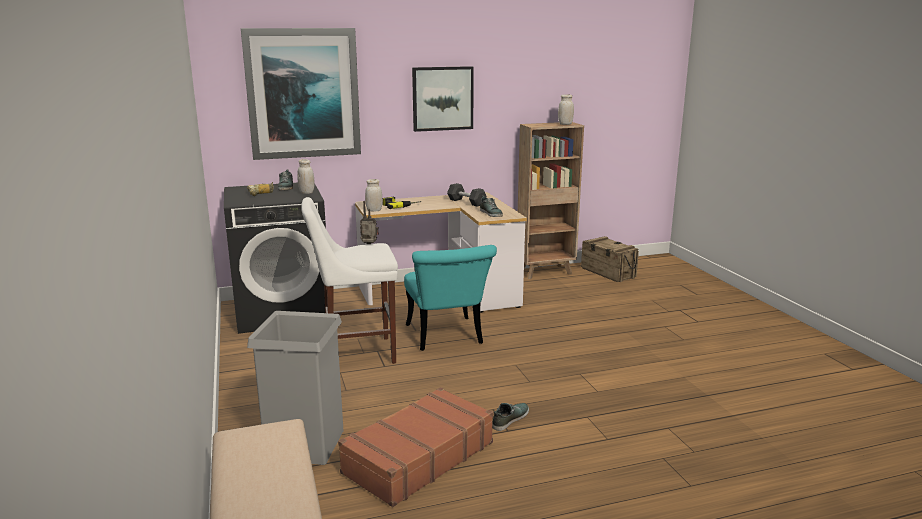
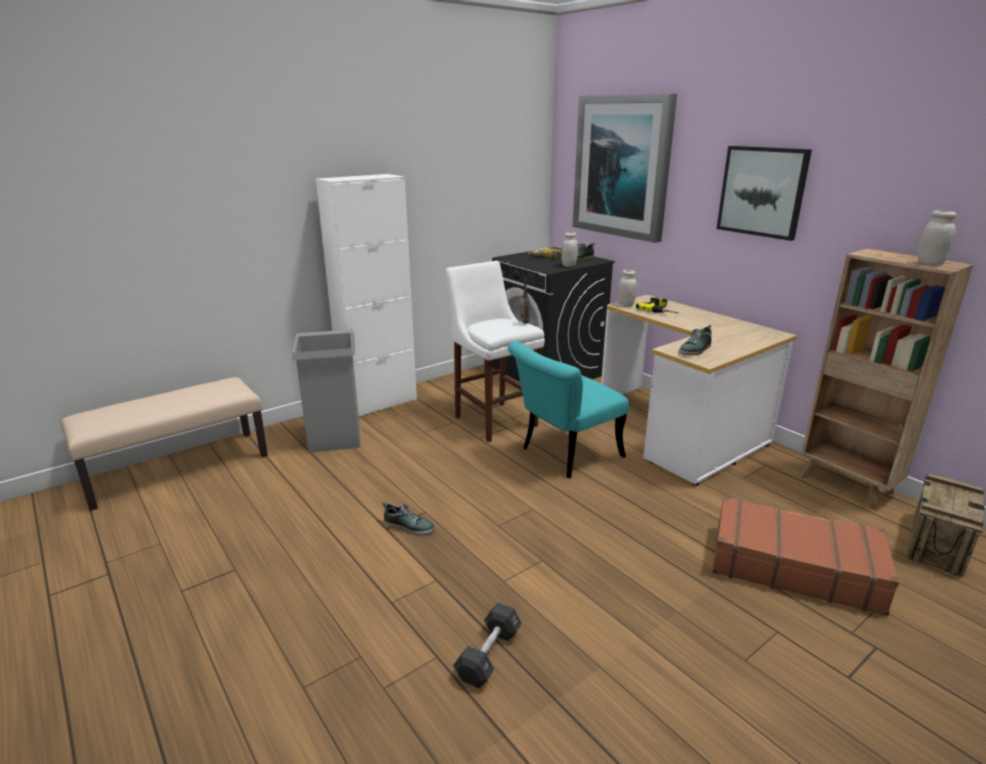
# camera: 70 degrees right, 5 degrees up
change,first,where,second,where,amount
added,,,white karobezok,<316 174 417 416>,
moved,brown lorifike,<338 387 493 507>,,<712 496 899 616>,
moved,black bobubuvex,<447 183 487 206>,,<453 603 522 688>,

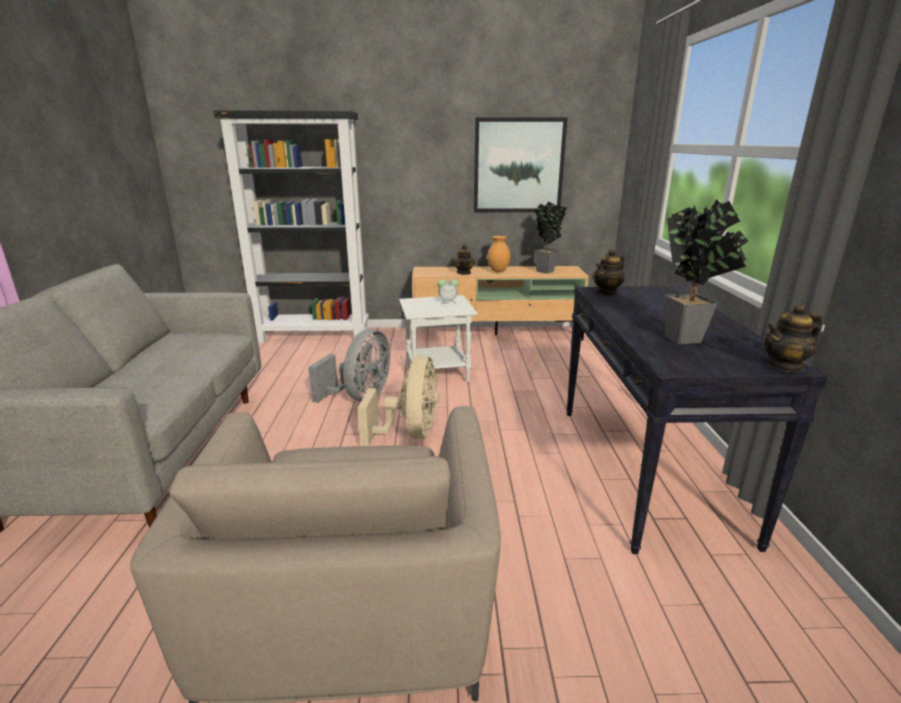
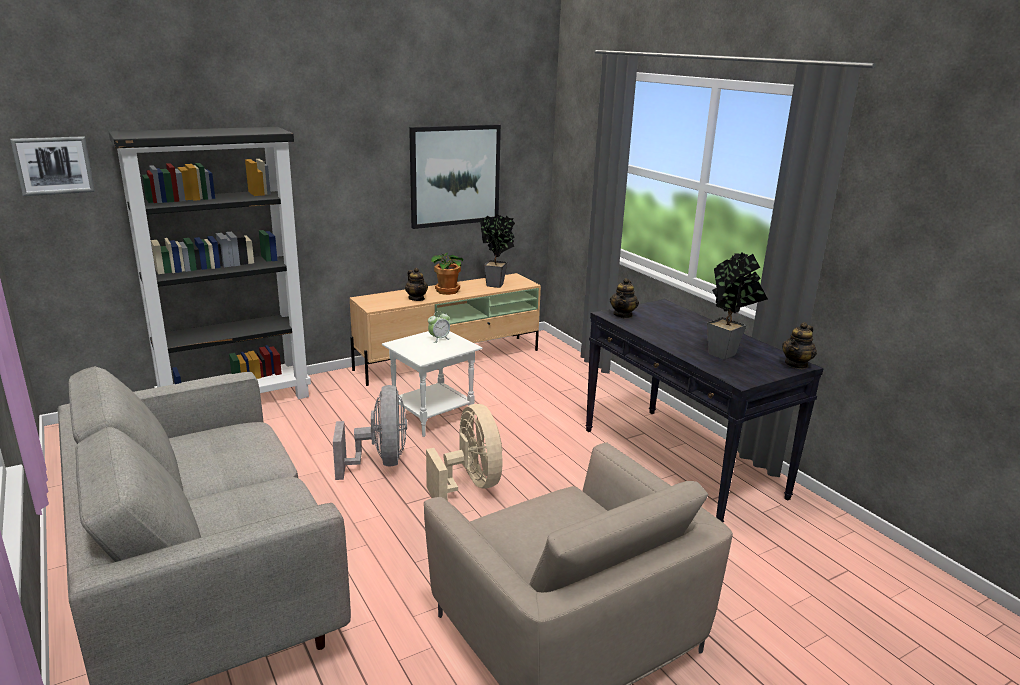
# camera: 30 degrees left, 0 degrees up
change,first,where,second,where,amount
added,,,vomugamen,<10 136 95 196>,
replaced,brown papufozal,<487 236 511 272>,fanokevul,<431 252 463 295>,

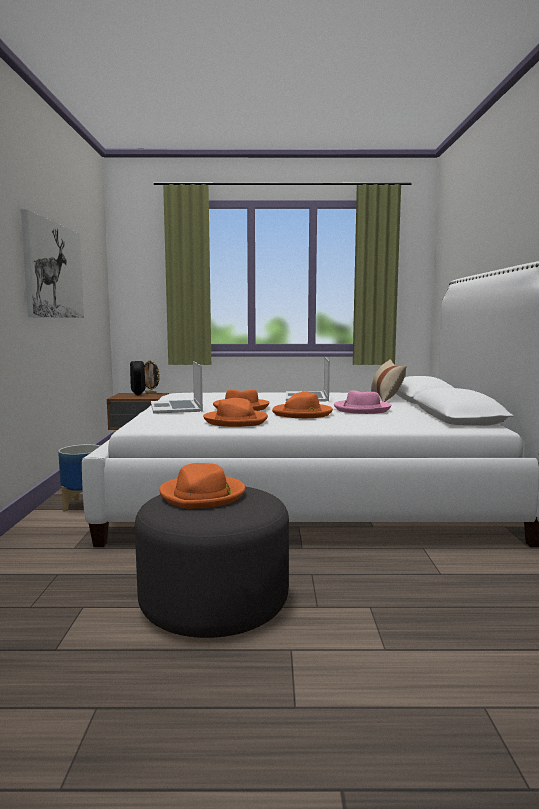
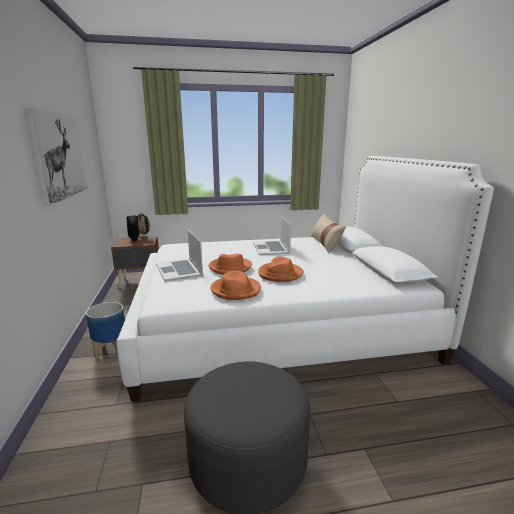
# camera: 10 degrees left, 10 degrees up
change,first,where,second,where,amount
removed,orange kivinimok,<160 463 245 509>,,,
removed,pink kivinimok,<334 390 391 414>,,,

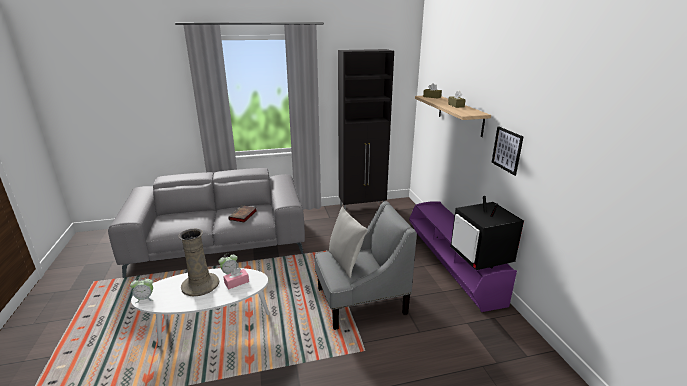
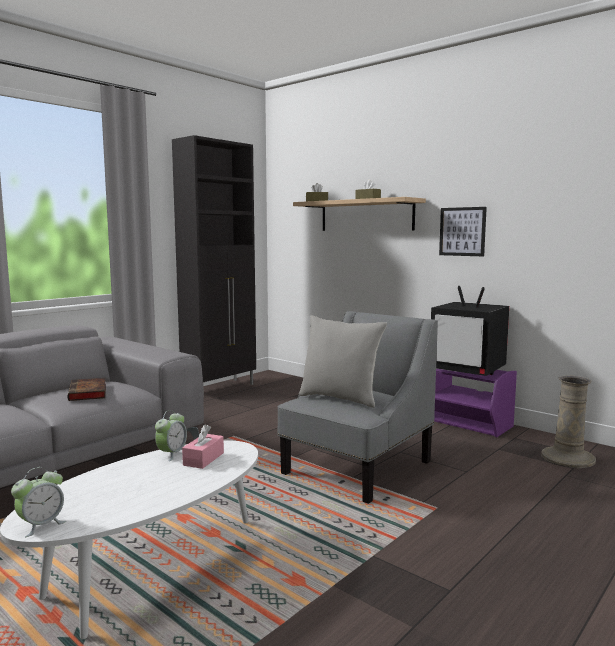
# camera: 35 degrees left, 15 degrees down
change,first,where,second,where,amount
moved,beige papufozal,<179 229 219 296>,,<541 376 596 468>,

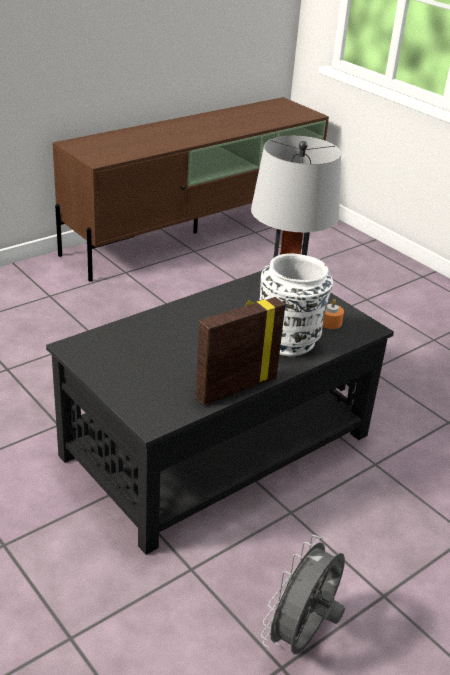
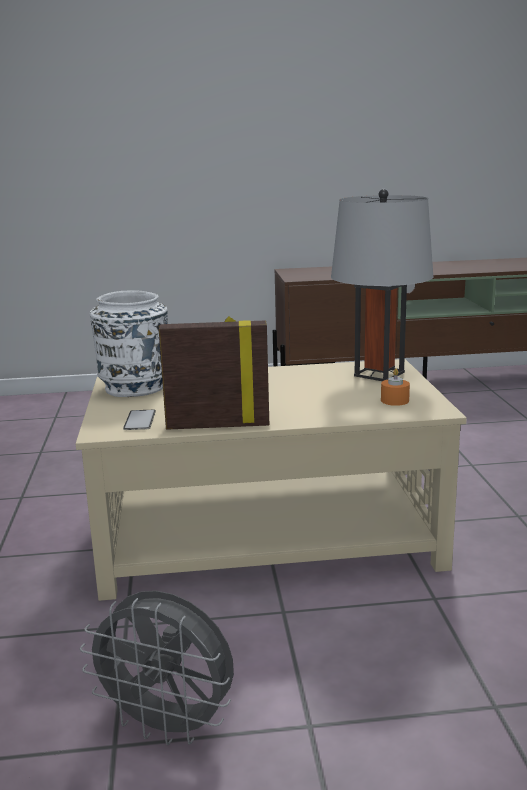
# camera: 35 degrees right, 15 degrees down
change,first,where,second,where,amount
added,,,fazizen,<123 410 156 430>,
moved,white papufozal,<259 253 333 357>,,<90 290 168 397>,
recoloured,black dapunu,<46 271 394 555>,beige dapunu,<76 359 467 601>,
turned,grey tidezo,<261 535 345 655>,,<80 591 234 745>,135 degrees counterclockwise

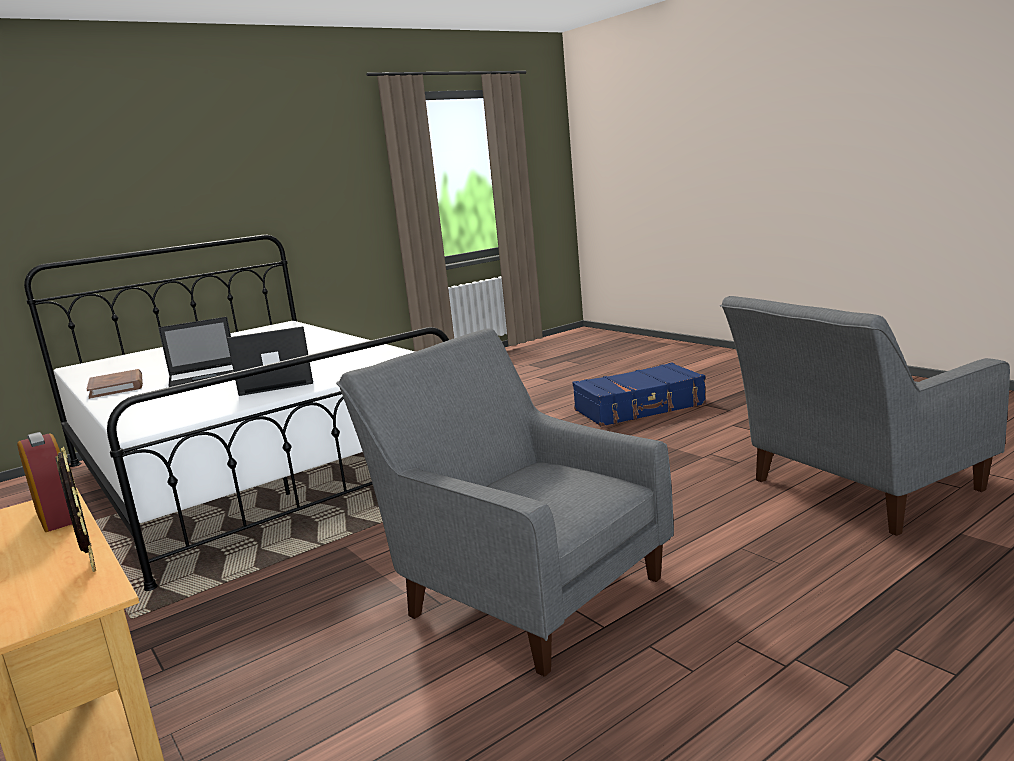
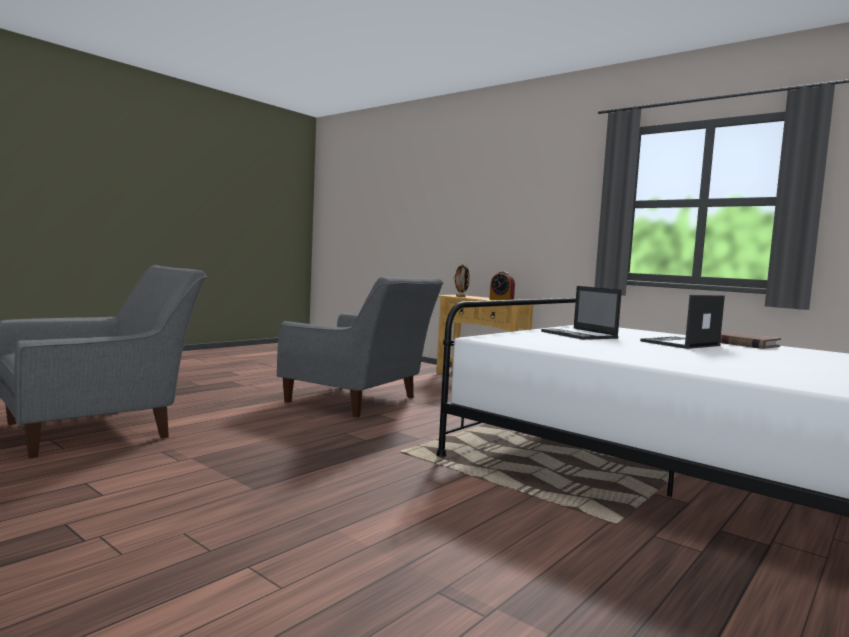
# camera: 165 degrees right, 10 degrees down
change,first,where,second,where,amount
removed,blue lorifike,<572 363 706 426>,,,
turned,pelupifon,<227 326 313 396>,,<541 286 622 340>,90 degrees clockwise

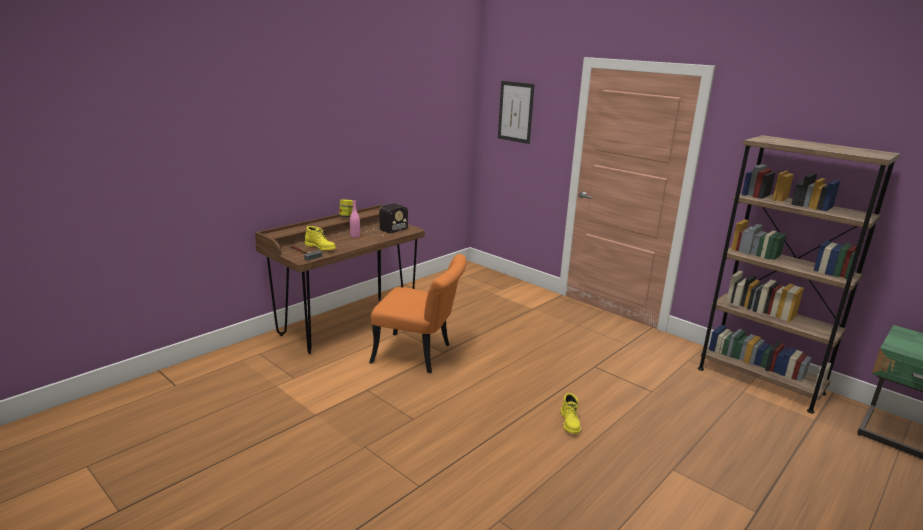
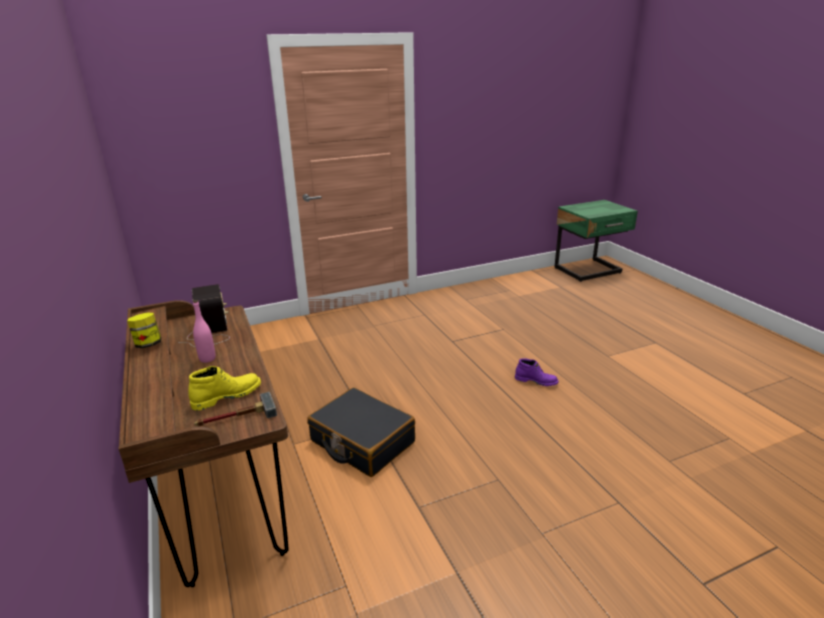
# camera: 65 degrees left, 5 degrees up
change,first,where,second,where,amount
removed,vomugamen,<498 81 535 144>,,,
removed,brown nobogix,<698 135 900 414>,,,
replaced,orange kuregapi,<369 254 467 373>,black lorifike,<307 388 415 477>,
recoloured,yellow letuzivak,<560 393 581 434>,purple letuzivak,<515 358 559 386>,

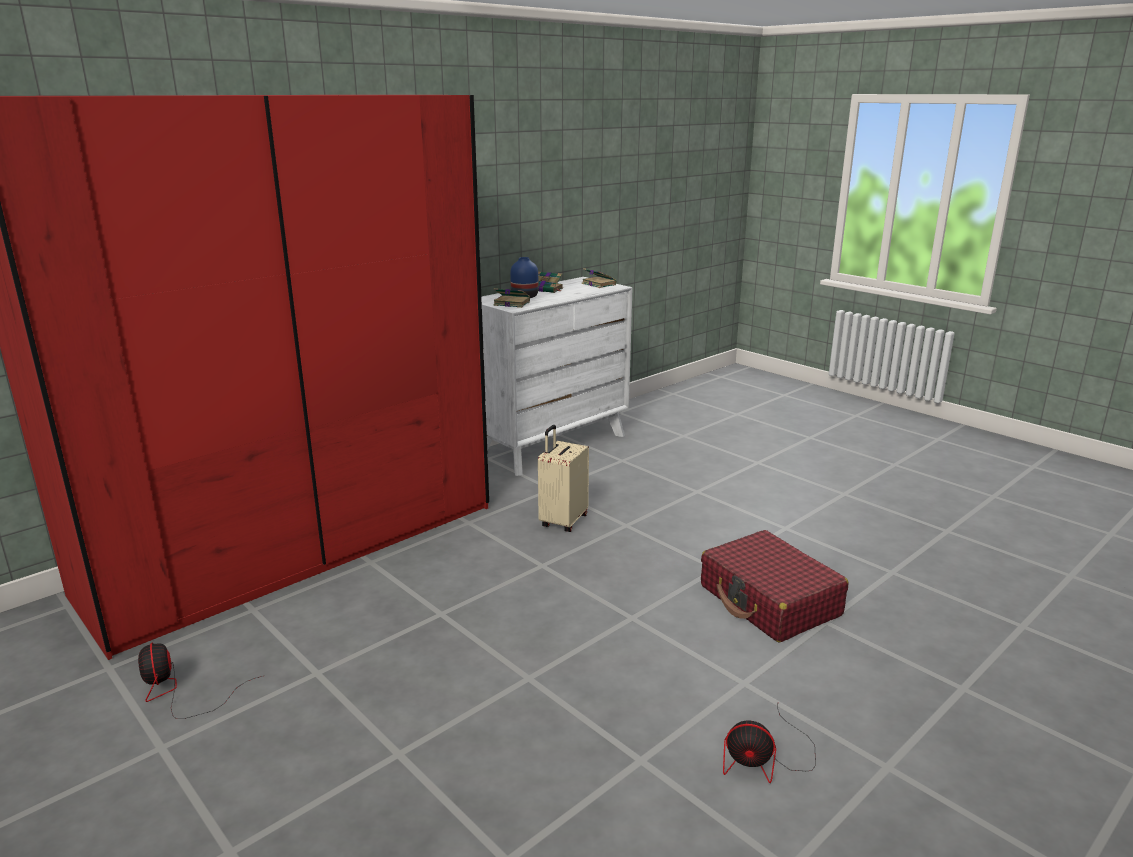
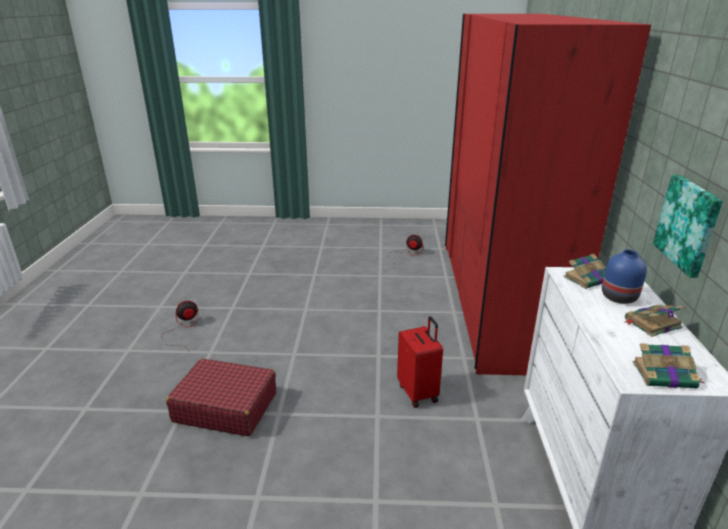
# camera: 135 degrees right, 5 degrees up
change,first,where,second,where,amount
added,,,vomugamen,<653 175 723 278>,
recoloured,beige lorifike,<538 425 589 532>,red lorifike,<397 316 443 408>,

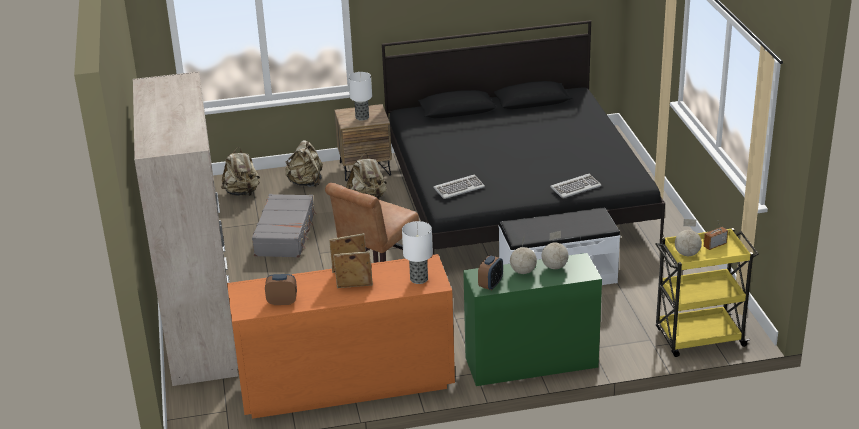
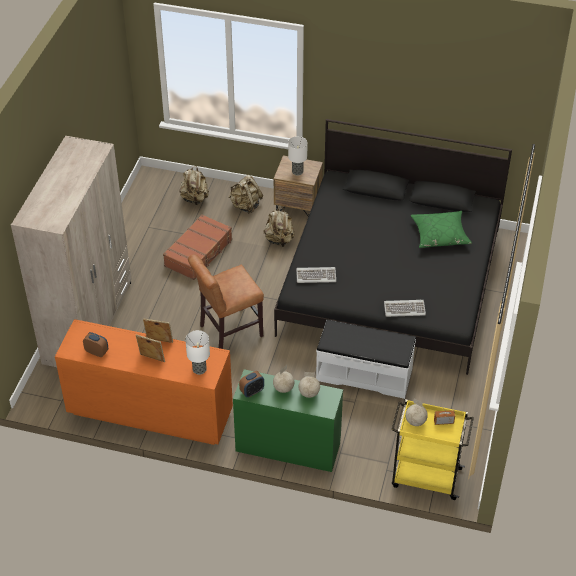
# camera: 25 degrees right, 15 degrees up
change,first,where,second,where,amount
added,,,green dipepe,<411 211 472 248>,
recoloured,grey lorifike,<252 194 317 258>,brown lorifike,<163 214 232 280>,

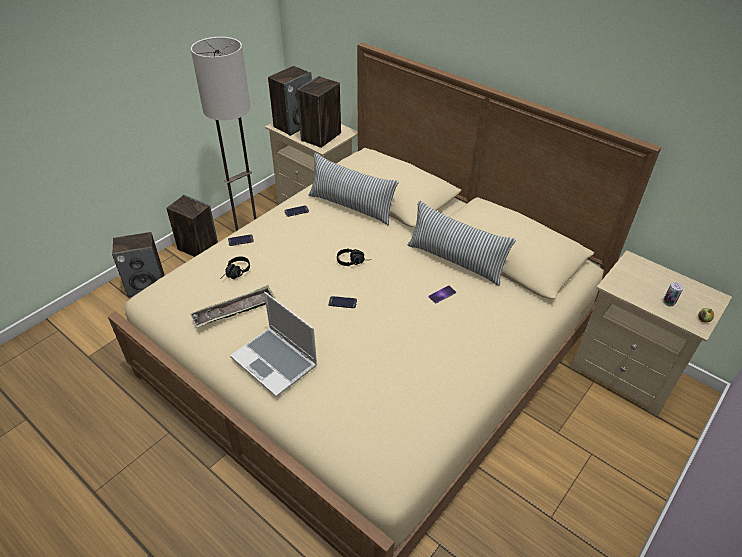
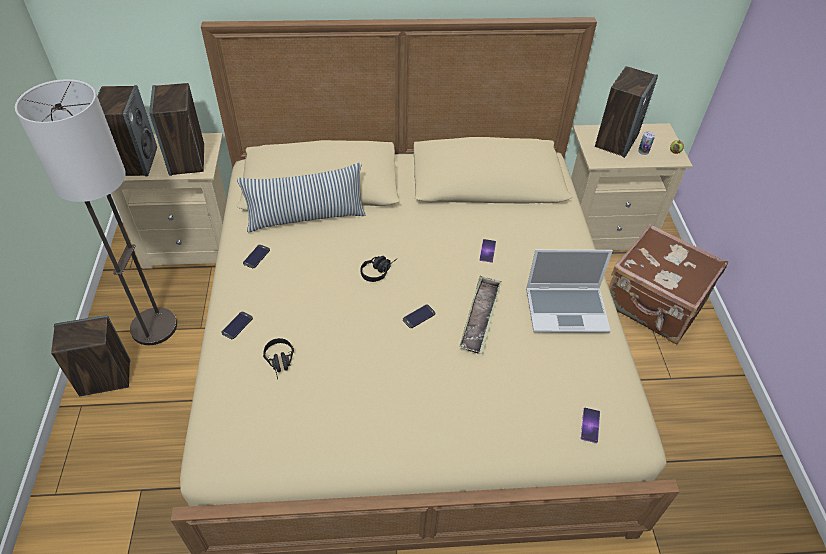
# camera: 45 degrees left, 5 degrees up
change,first,where,second,where,amount
removed,dipepe,<408 200 516 286>,,,
added,,,fazizen,<581 408 600 443>,
added,,,brown lorifike,<609 224 728 344>,
moved,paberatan,<112 232 164 298>,,<595 66 658 158>,
moved,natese,<190 285 276 328>,,<459 276 501 354>,
moved,pelupifon,<230 292 317 397>,,<526 249 613 333>,

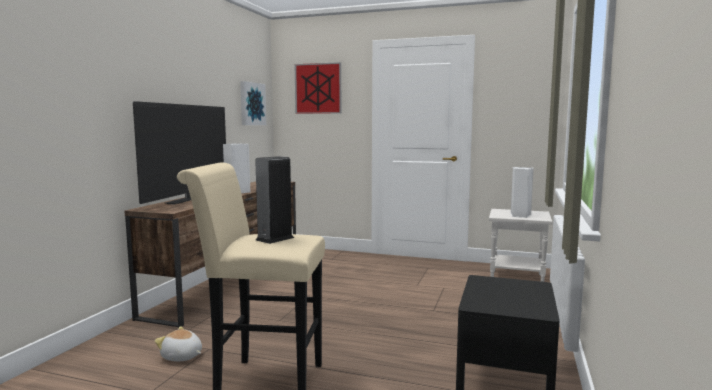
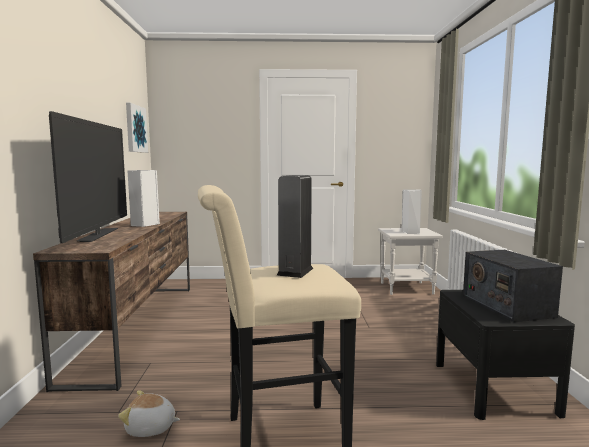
# camera: 20 degrees left, 0 degrees up
change,first,where,second,where,amount
removed,vomugamen,<295 62 341 114>,,,
added,,,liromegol,<463 250 563 322>,

